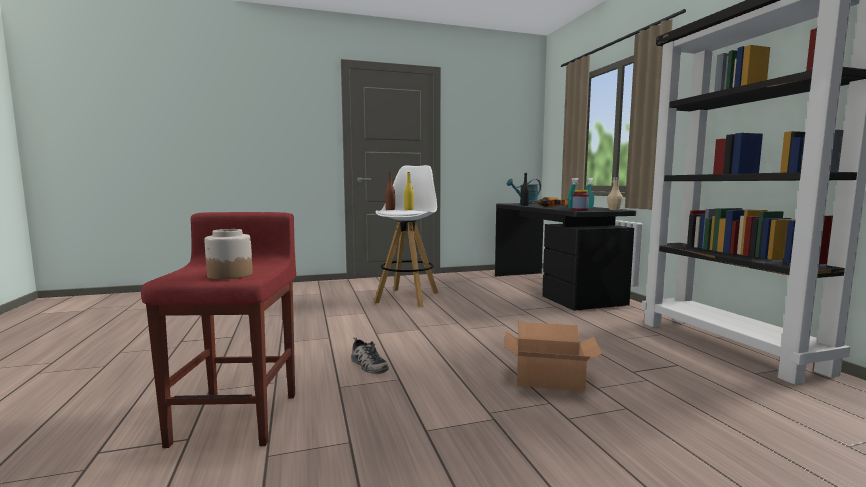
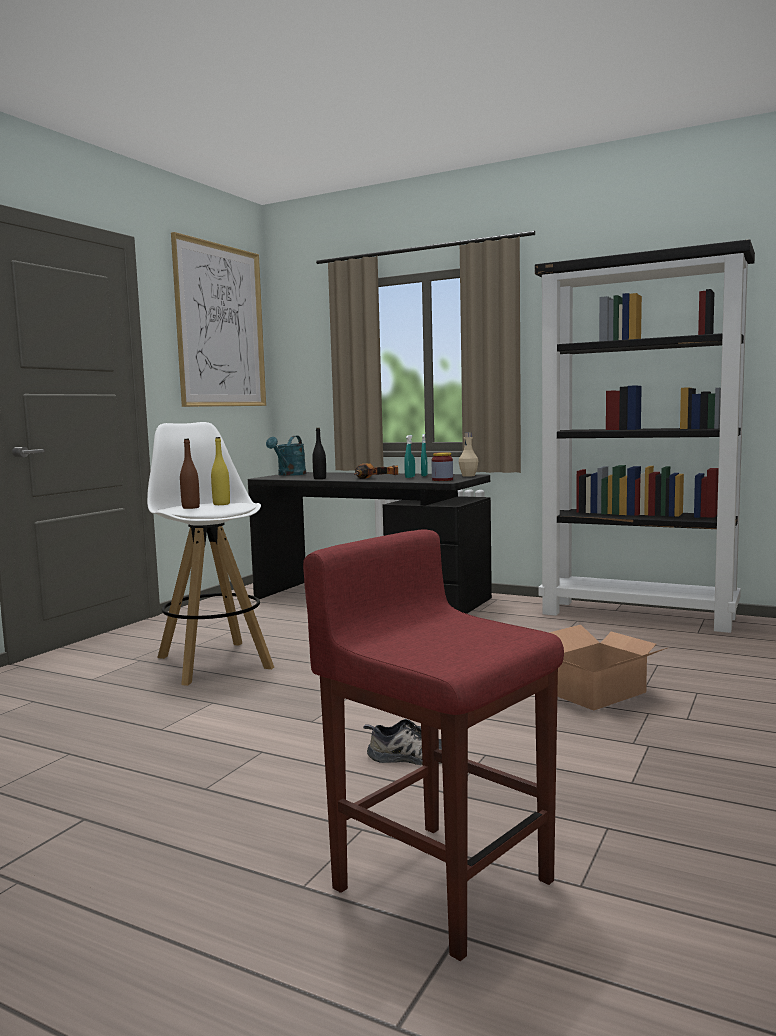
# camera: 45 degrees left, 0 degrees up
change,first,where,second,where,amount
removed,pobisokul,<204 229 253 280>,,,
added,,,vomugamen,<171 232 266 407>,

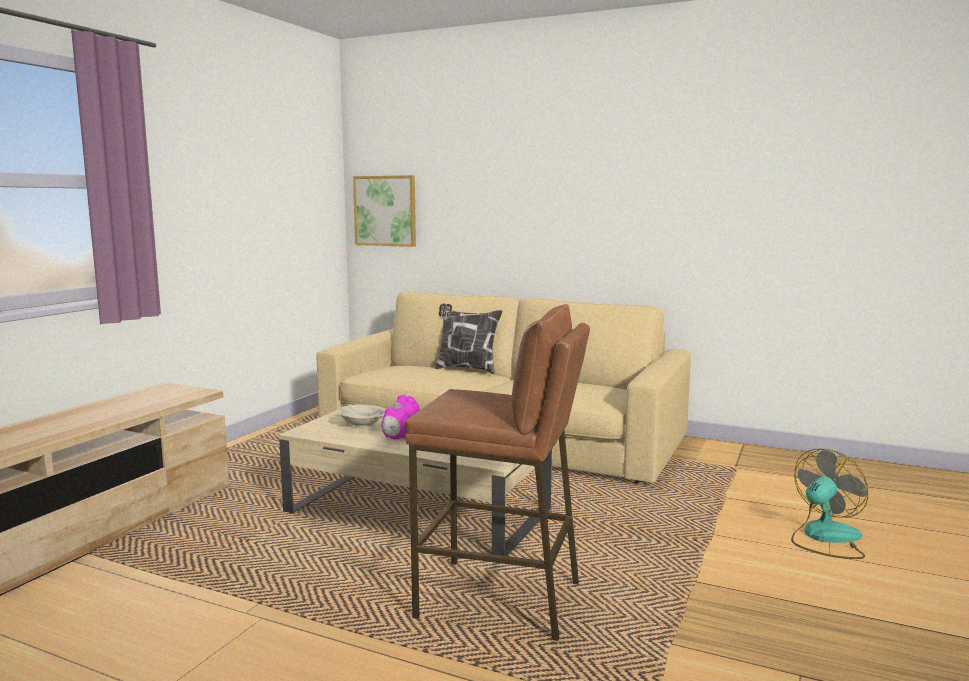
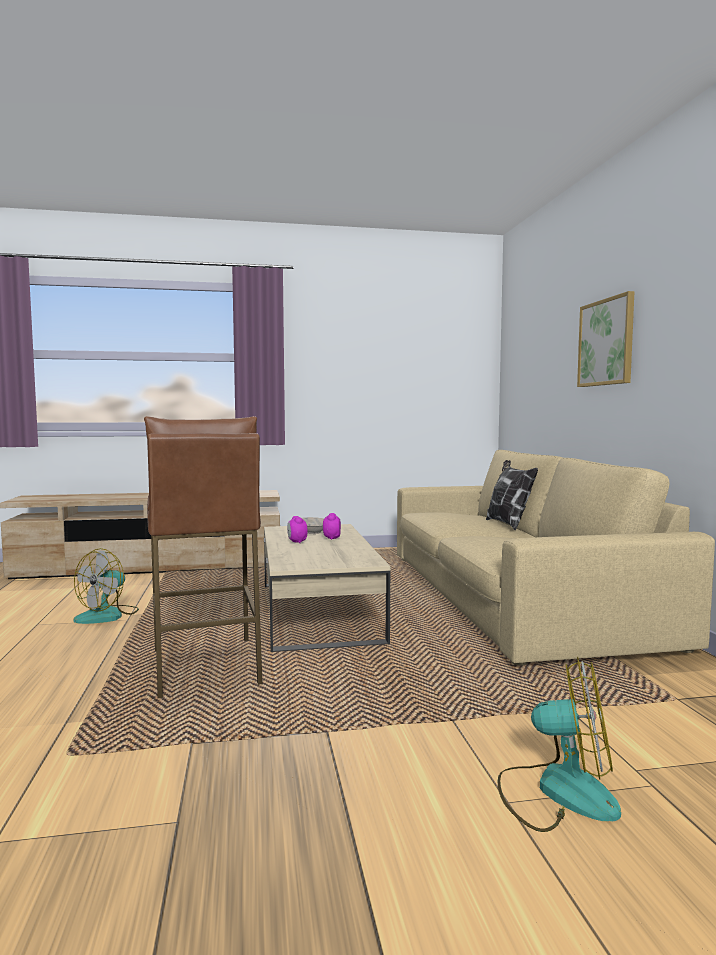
# camera: 55 degrees right, 5 degrees down
change,first,where,second,where,amount
added,,,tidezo,<73 548 139 624>,
moved,vomugamen,<353 175 416 247>,,<577 291 635 387>,

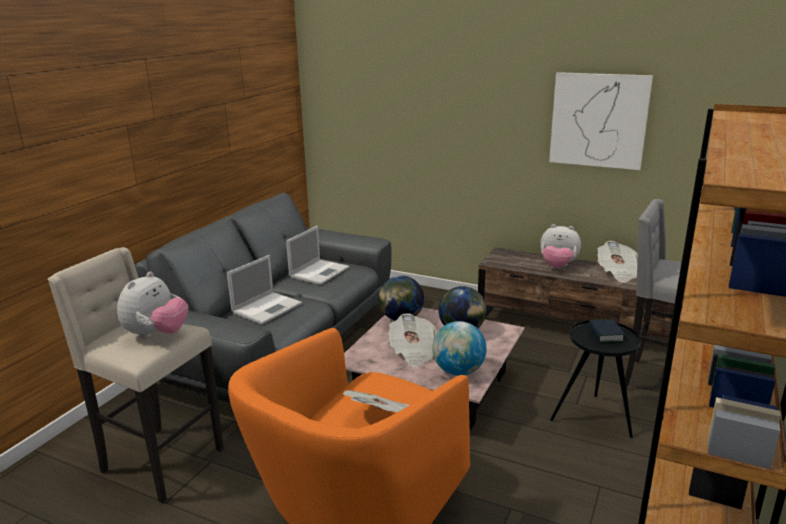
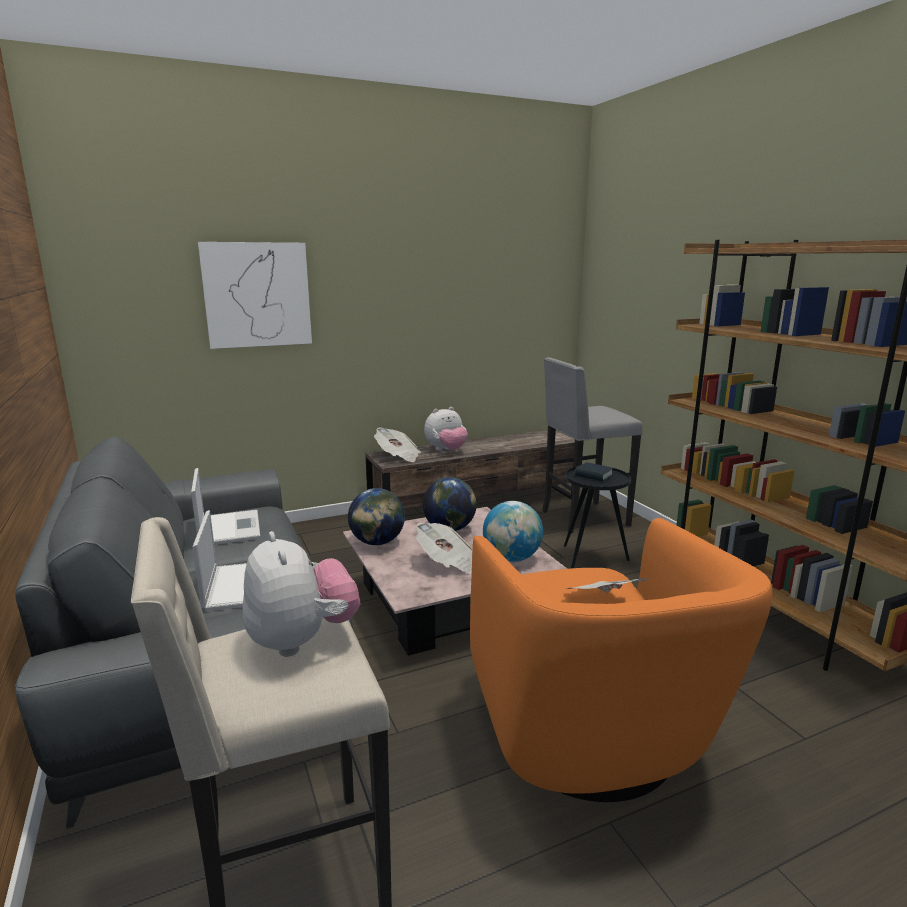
# camera: 50 degrees left, 5 degrees down
change,first,where,second,where,amount
moved,vomugamen,<549 72 653 170>,,<198 242 312 349>,
moved,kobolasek,<597 241 638 283>,,<374 427 421 462>,

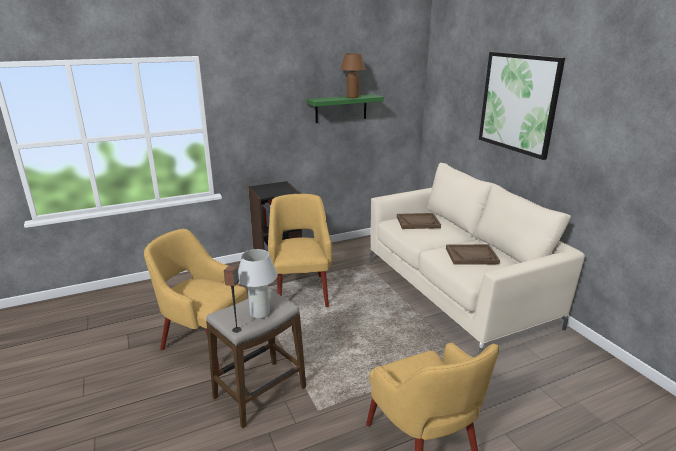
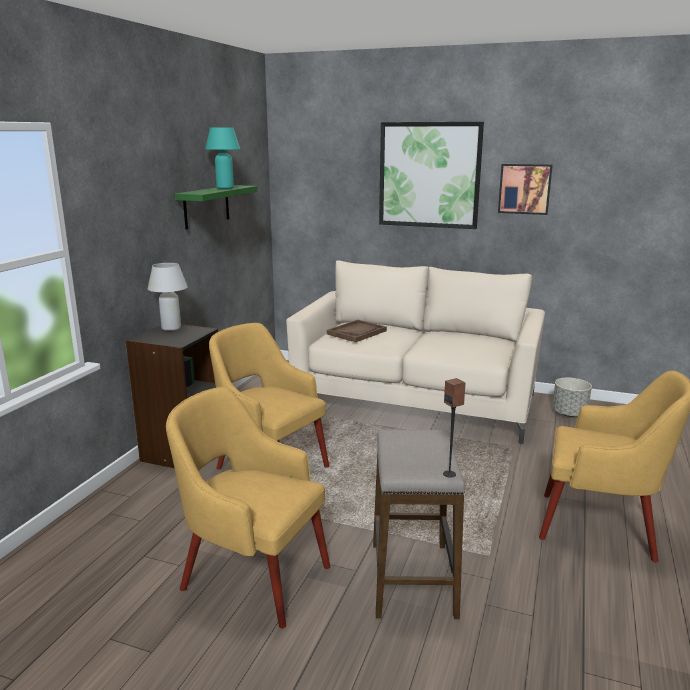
# camera: 45 degrees left, 5 degrees down
change,first,where,second,where,amount
removed,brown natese,<446 244 500 265>,,,
added,,,vomugamen,<498 164 553 215>,
added,,,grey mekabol,<552 378 592 417>,
moved,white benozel,<238 249 278 319>,,<148 263 188 331>,
recoloured,brown benozel,<341 53 366 98>,turquoise benozel,<205 127 240 189>,
turned,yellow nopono,<144 229 247 370>,,<166 387 330 628>,45 degrees clockwise

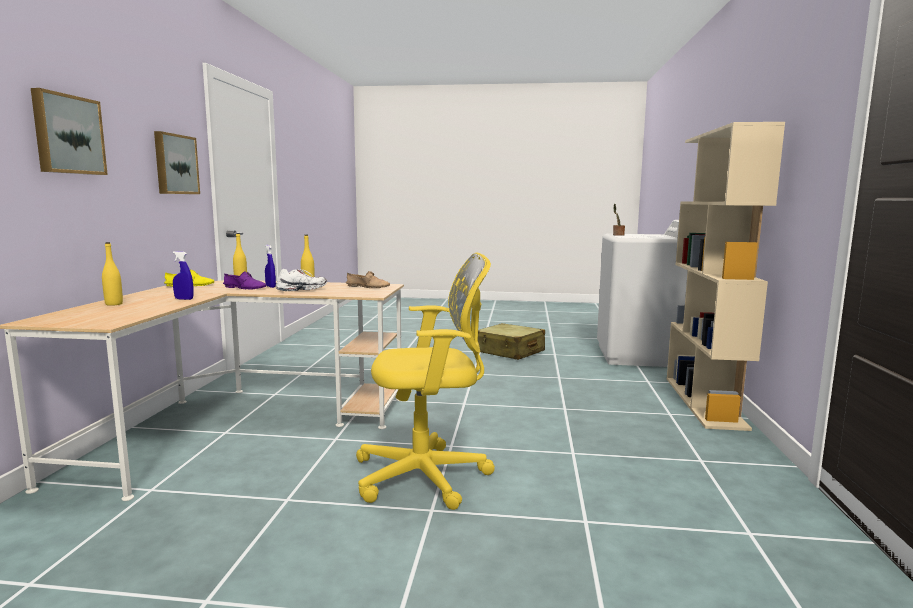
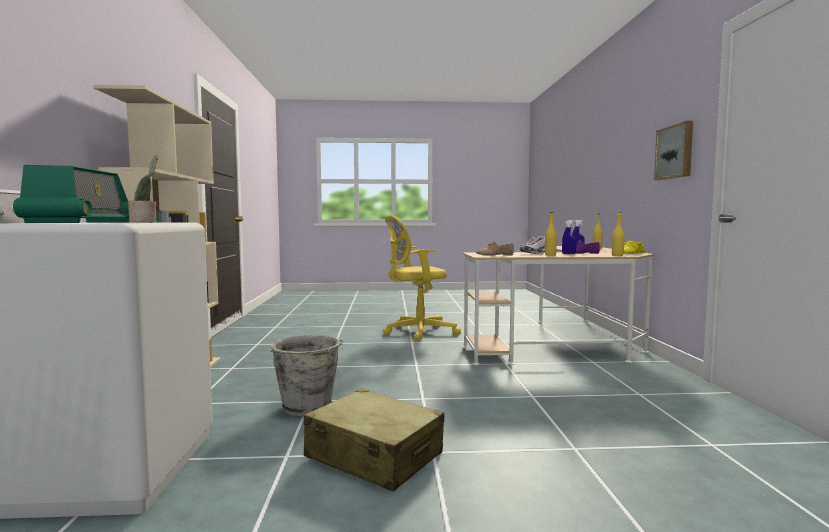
# camera: 170 degrees right, 5 degrees down
change,first,where,second,where,amount
removed,vomugamen,<31 88 108 175>,,,
added,,,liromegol,<13 165 129 223>,
added,,,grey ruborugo,<270 335 343 416>,

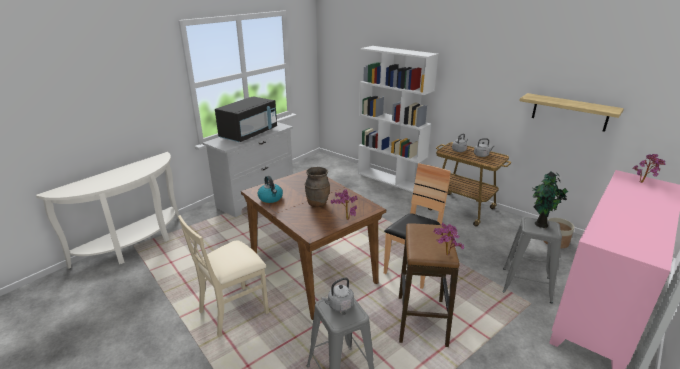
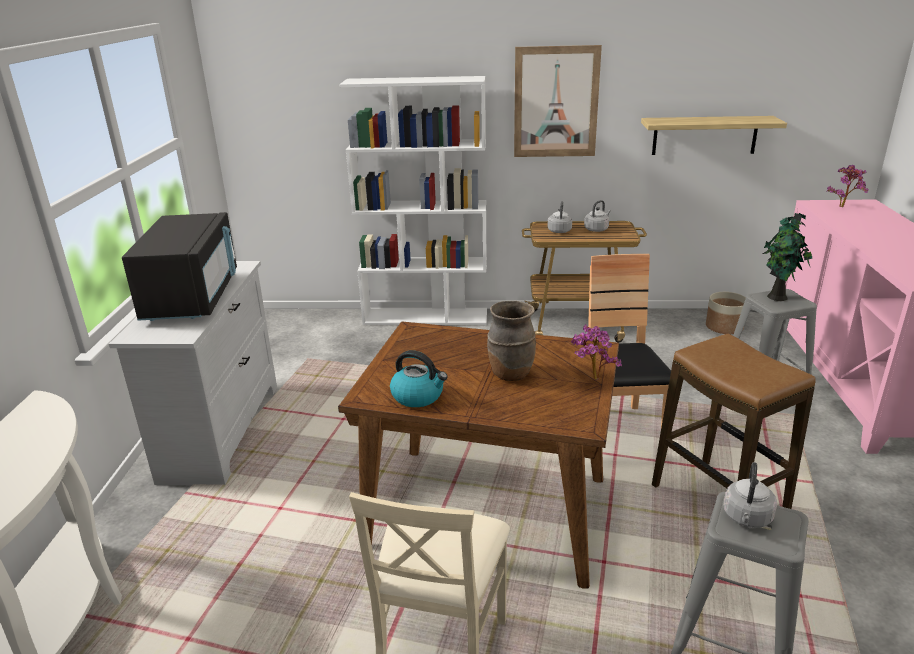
# camera: 35 degrees left, 0 degrees up
change,first,where,second,where,amount
removed,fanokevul,<433 222 464 256>,,,
added,,,vomugamen,<514 45 602 157>,

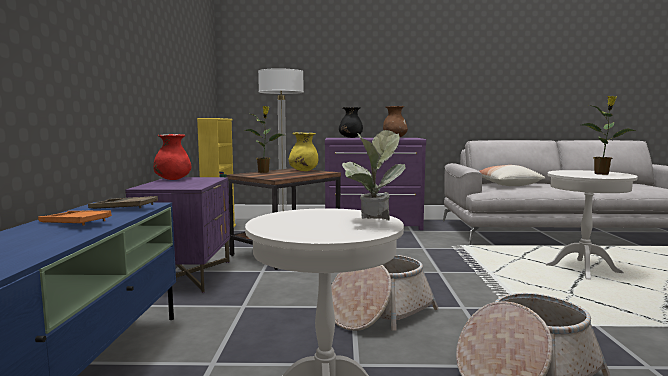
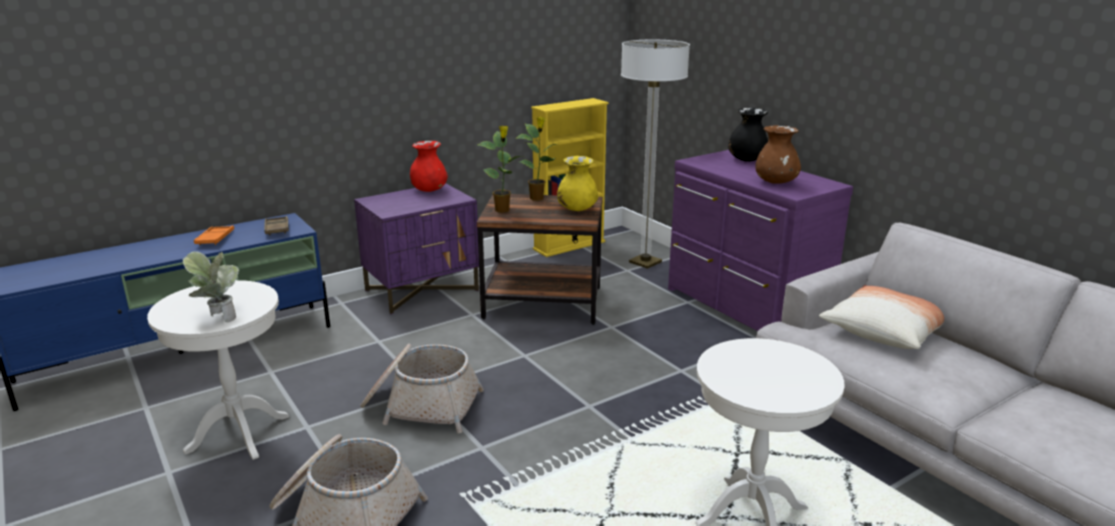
# camera: 55 degrees right, 15 degrees up
change,first,where,second,where,amount
moved,fanokevul,<582 96 637 175>,,<478 125 521 213>,

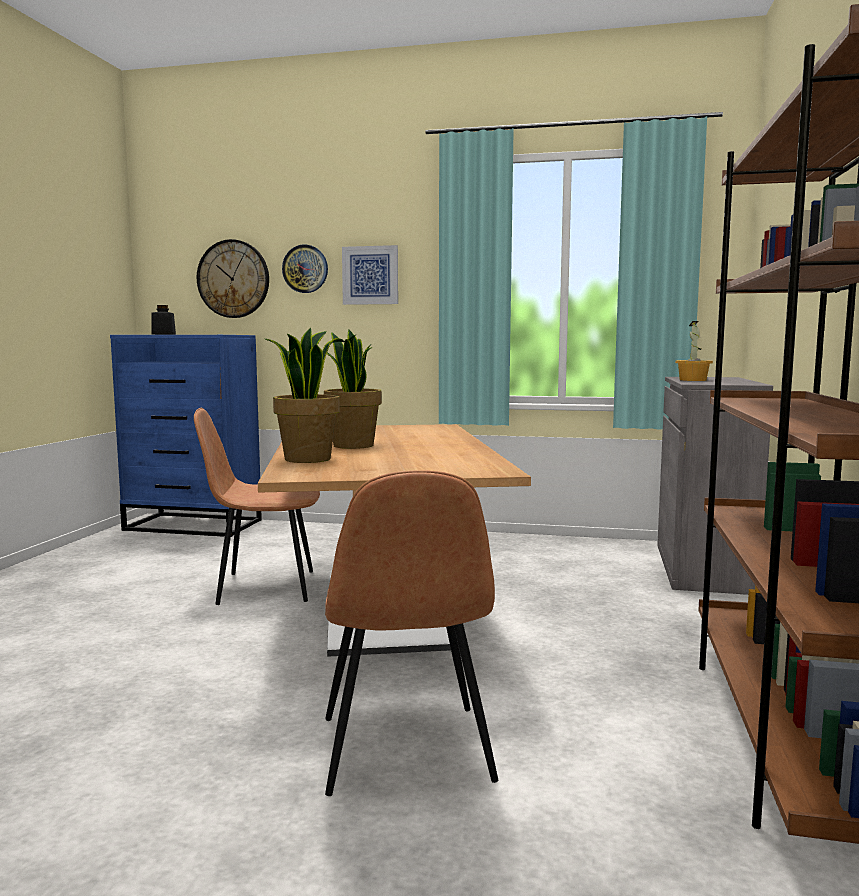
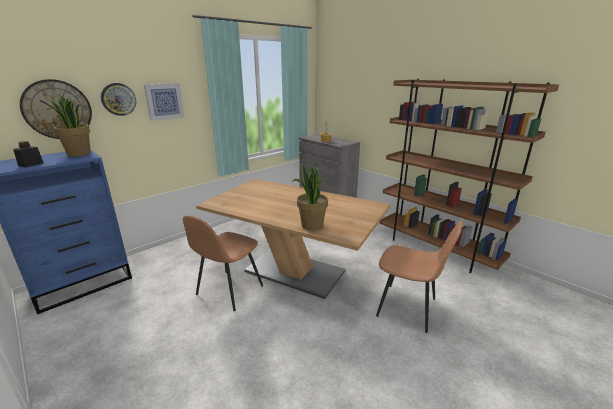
# camera: 55 degrees left, 15 degrees up
change,first,where,second,where,amount
moved,fanokevul,<324 330 382 449>,,<43 95 91 157>,

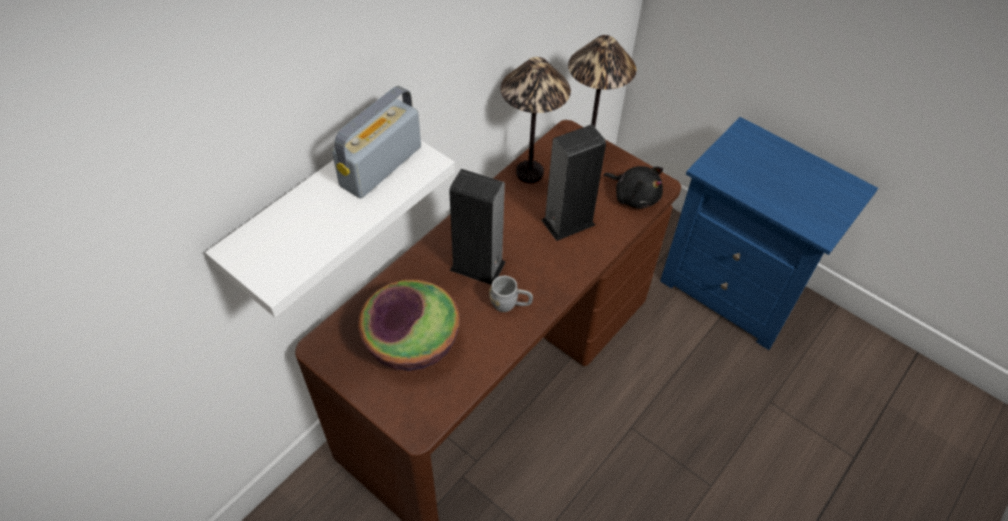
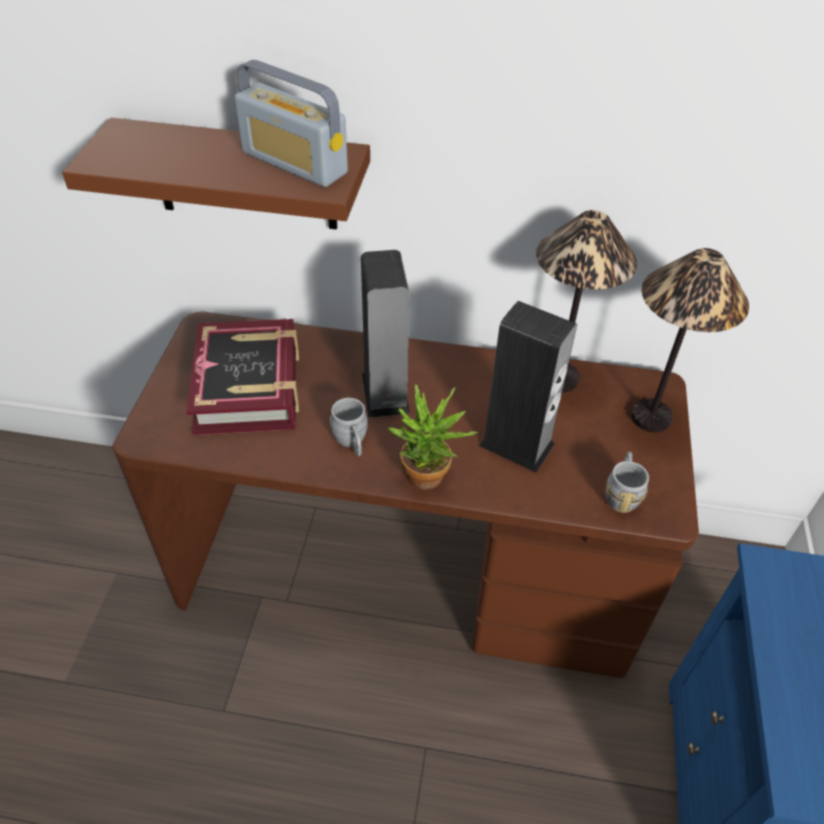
# camera: 60 degrees right, 5 degrees down
change,first,where,second,where,amount
added,,,fanokevul,<388 384 478 490>,
replaced,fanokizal,<358 279 460 371>,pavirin,<186 319 299 435>,
replaced,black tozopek,<603 166 663 209>,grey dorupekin,<606 452 649 513>,
recoloured,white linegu,<205 140 455 317>,brown linegu,<62 118 370 229>,
turned,liromegol,<332 86 421 198>,,<234 59 348 187>,150 degrees counterclockwise

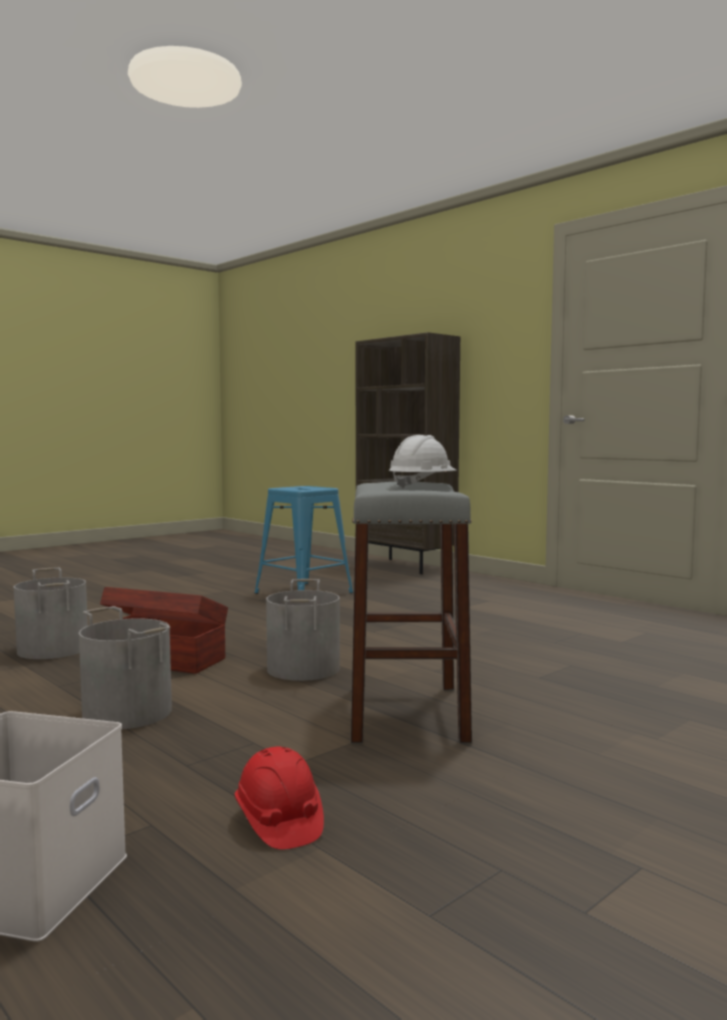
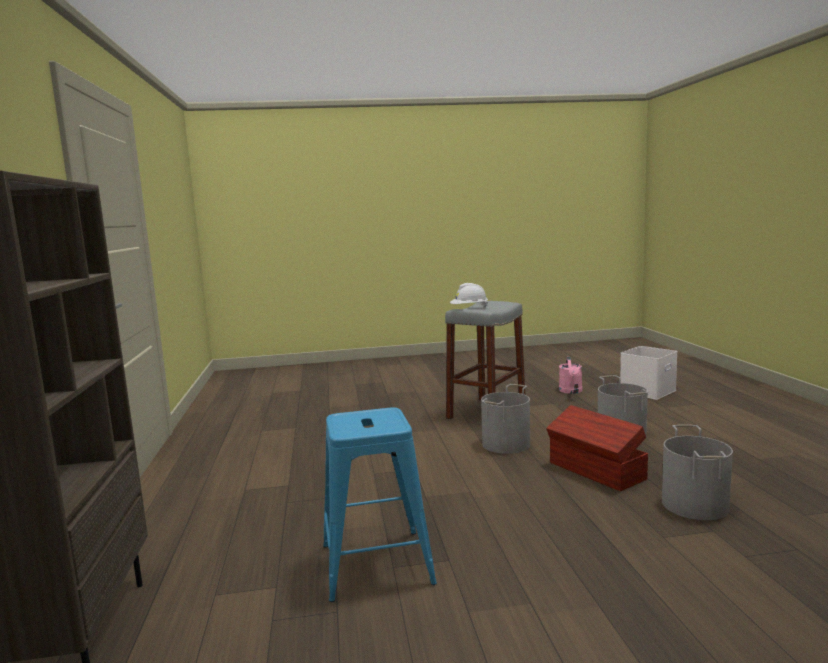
# camera: 145 degrees left, 5 degrees up
change,first,where,second,where,amount
replaced,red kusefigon,<235 746 324 850>,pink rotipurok,<559 357 582 394>,

